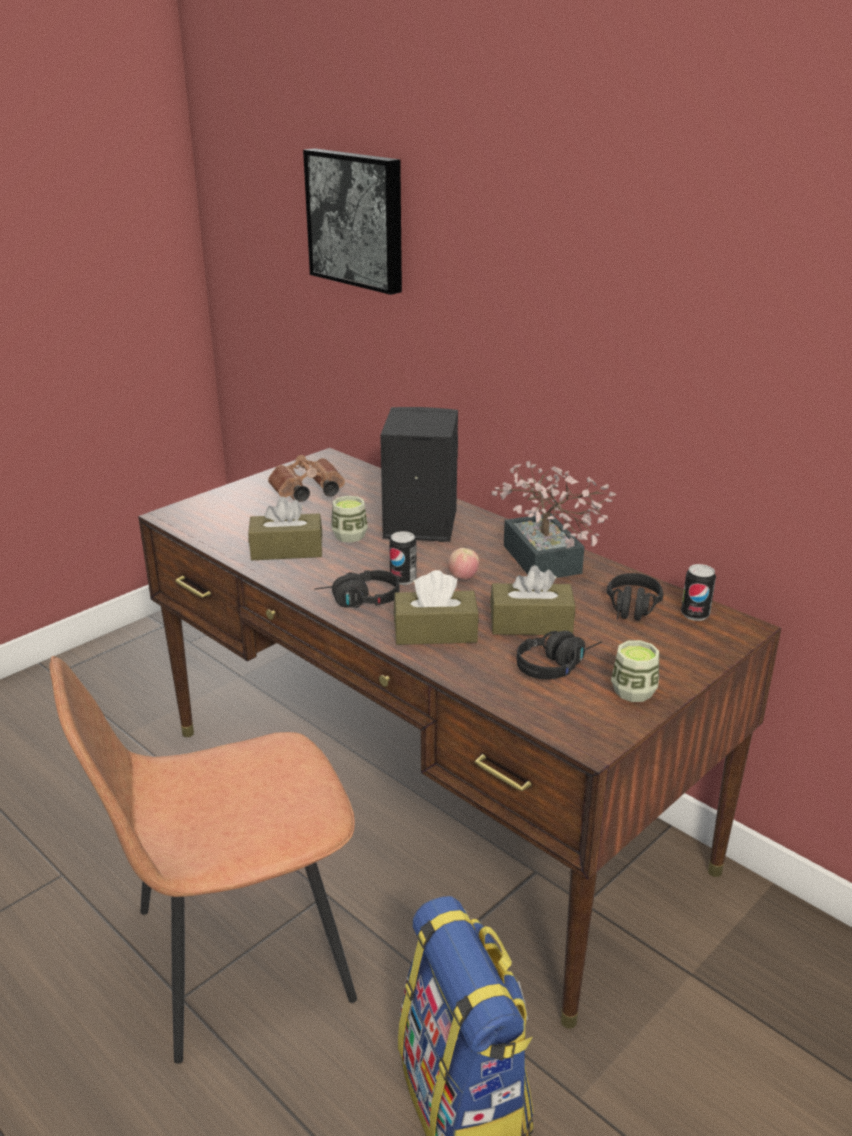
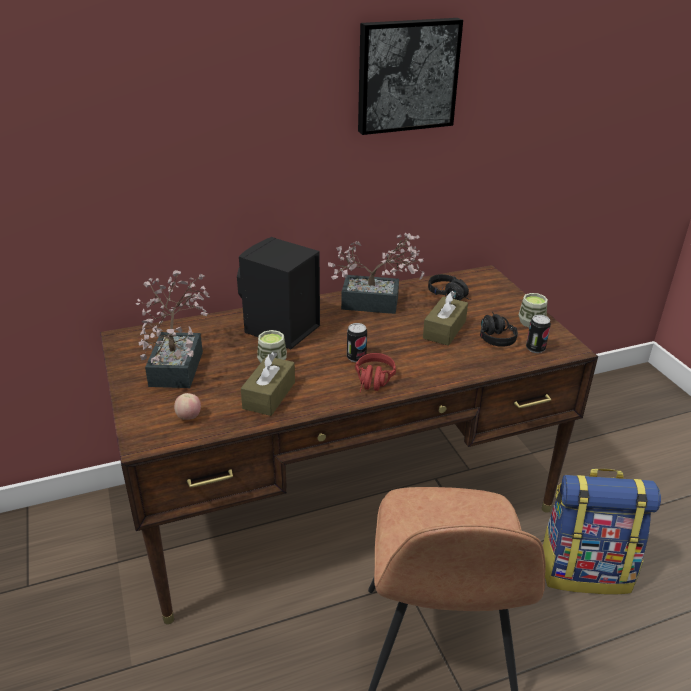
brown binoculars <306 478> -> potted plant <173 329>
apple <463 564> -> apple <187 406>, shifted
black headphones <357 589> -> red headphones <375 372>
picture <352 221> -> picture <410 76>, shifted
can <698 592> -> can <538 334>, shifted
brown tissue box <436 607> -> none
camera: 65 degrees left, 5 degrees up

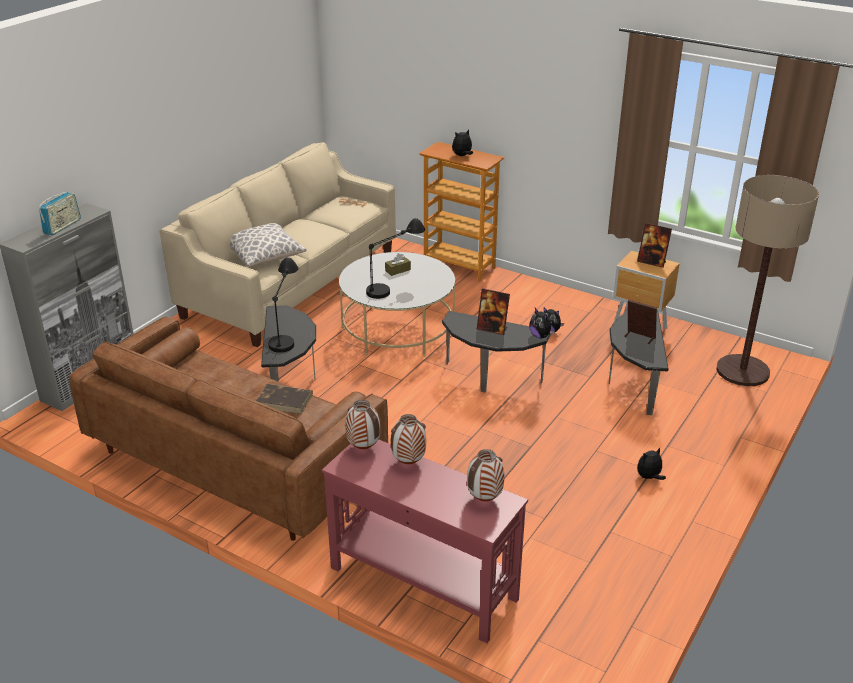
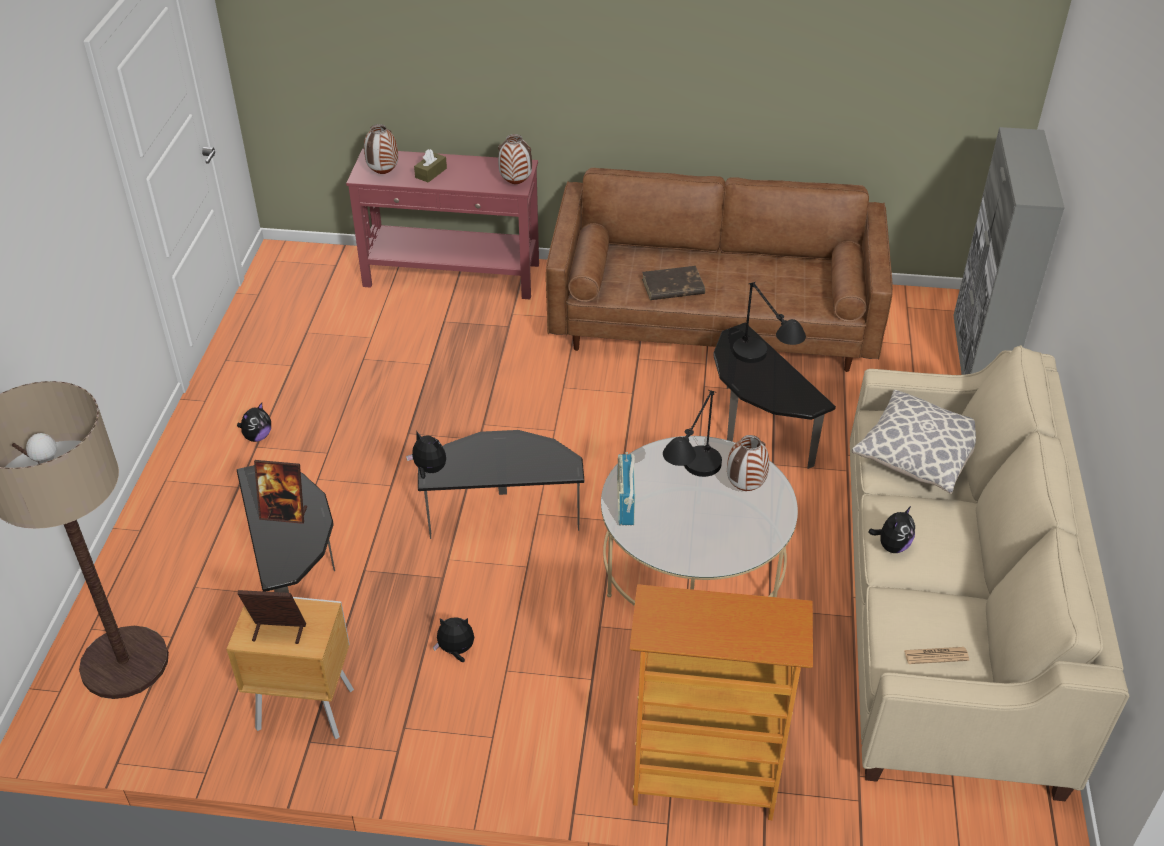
brown tissue box <398 264> -> brown tissue box <430 166>, shifted
radio <60 213> -> radio <626 488>, shifted
vase <408 439> -> vase <748 463>, shifted
plush toy <462 143> -> plush toy <891 529>, shifted
picture frame <493 311> -> none
camera: 155 degrees right, 10 degrees up

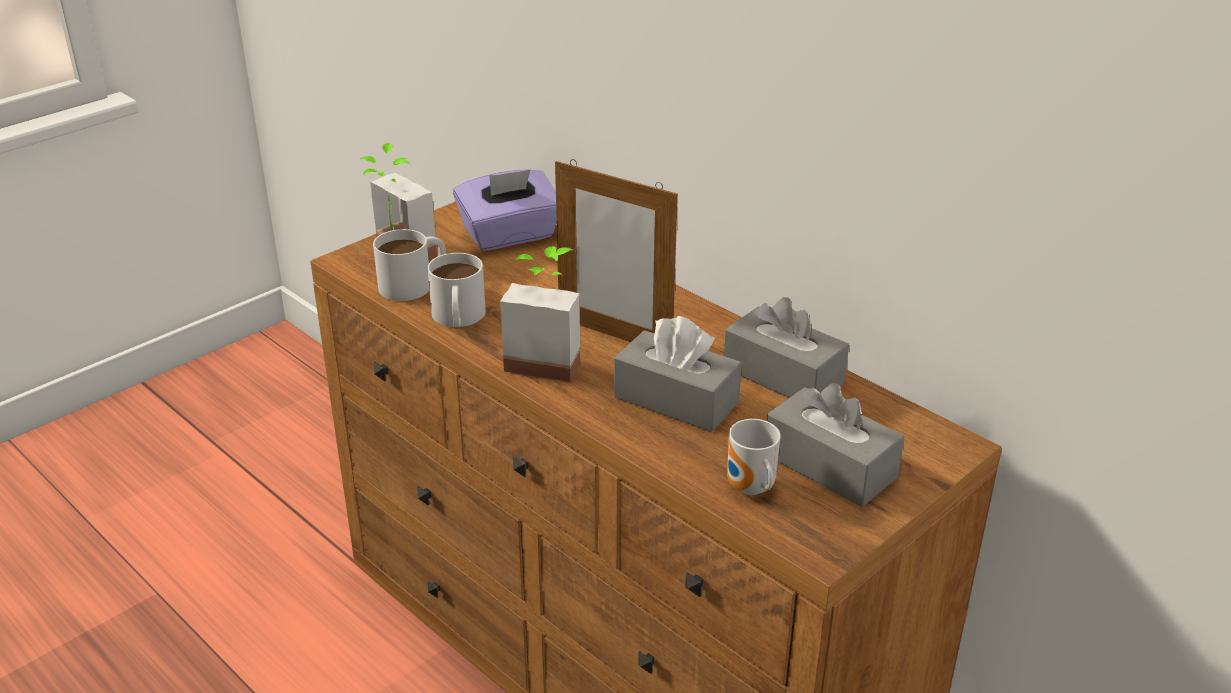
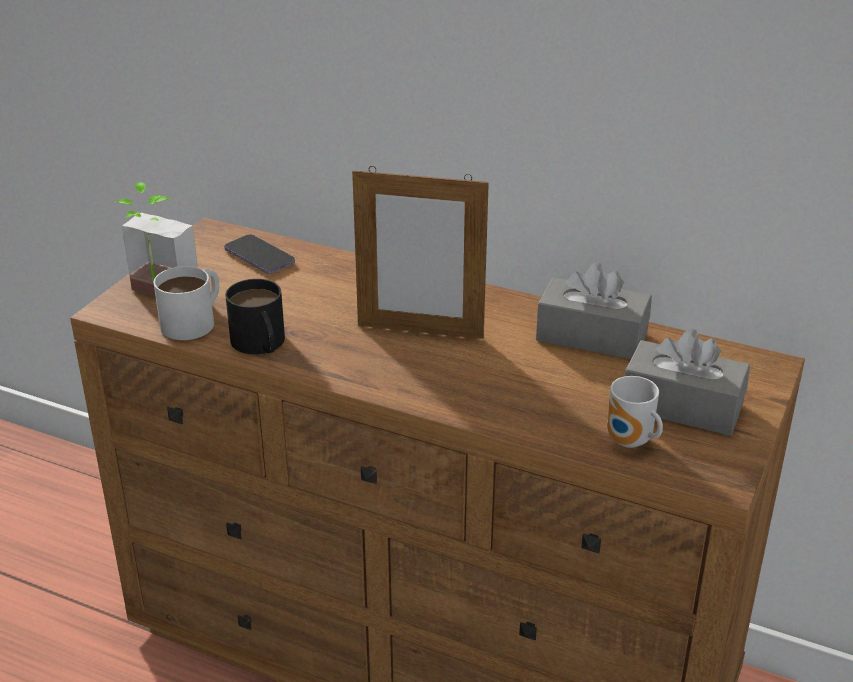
purple tissue box <505 210> -> phone <259 254>
white mug <457 290> -> black mug <255 316>
potted plant <540 314> -> none
grey tissue box <678 374> -> none
camera: 20 degrees left, 0 degrees up

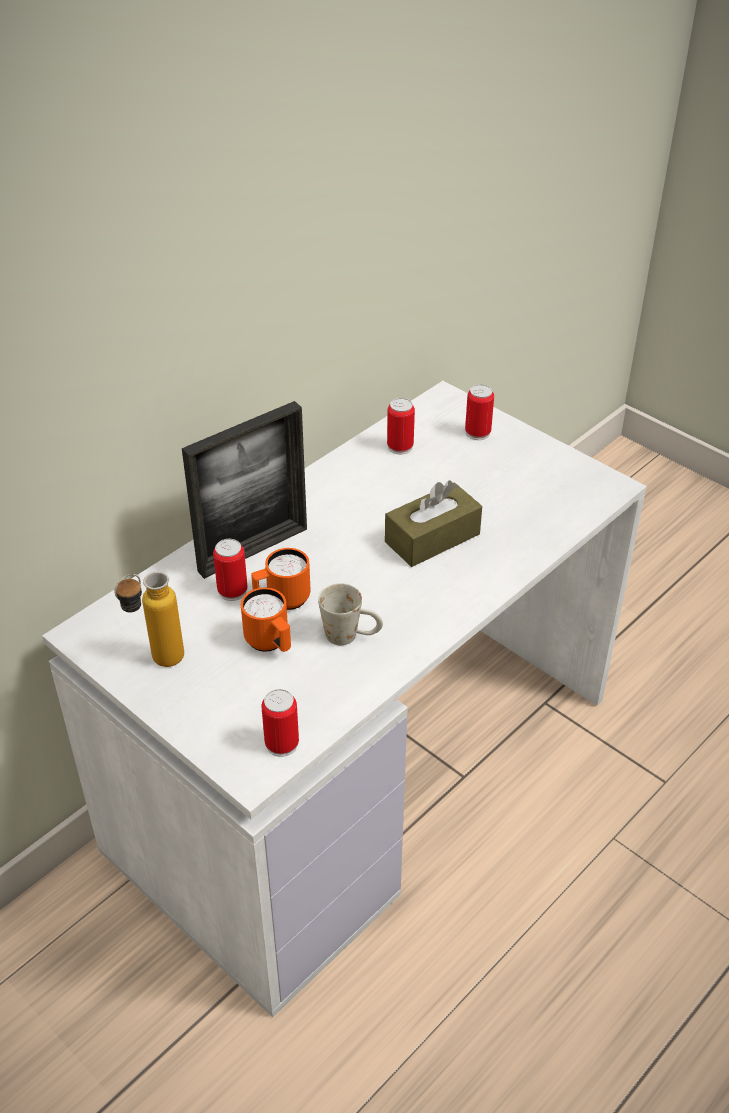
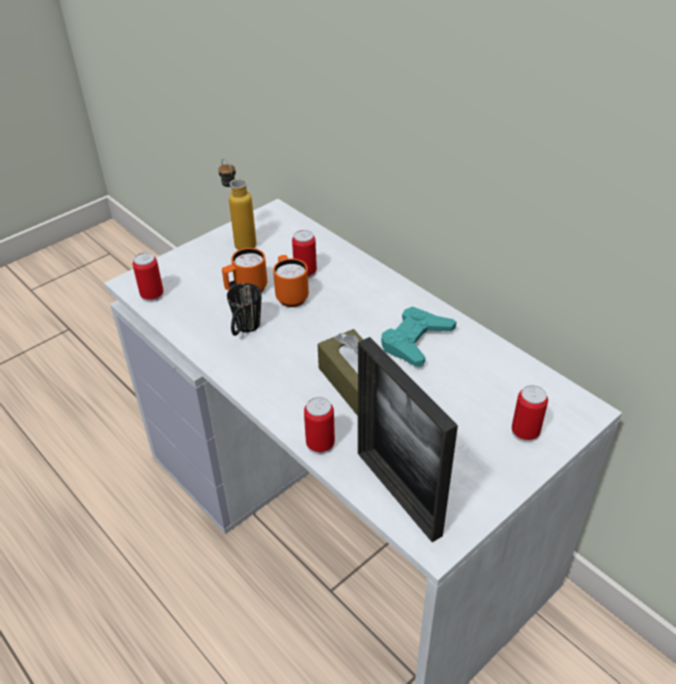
white mug <350 614> -> black mug <244 309>
can <401 426> -> can <319 426>, shifted
picture frame <244 490> -> picture frame <408 439>, shifted
none -> turquoise game controller <418 336>
camera: 95 degrees right, 0 degrees up

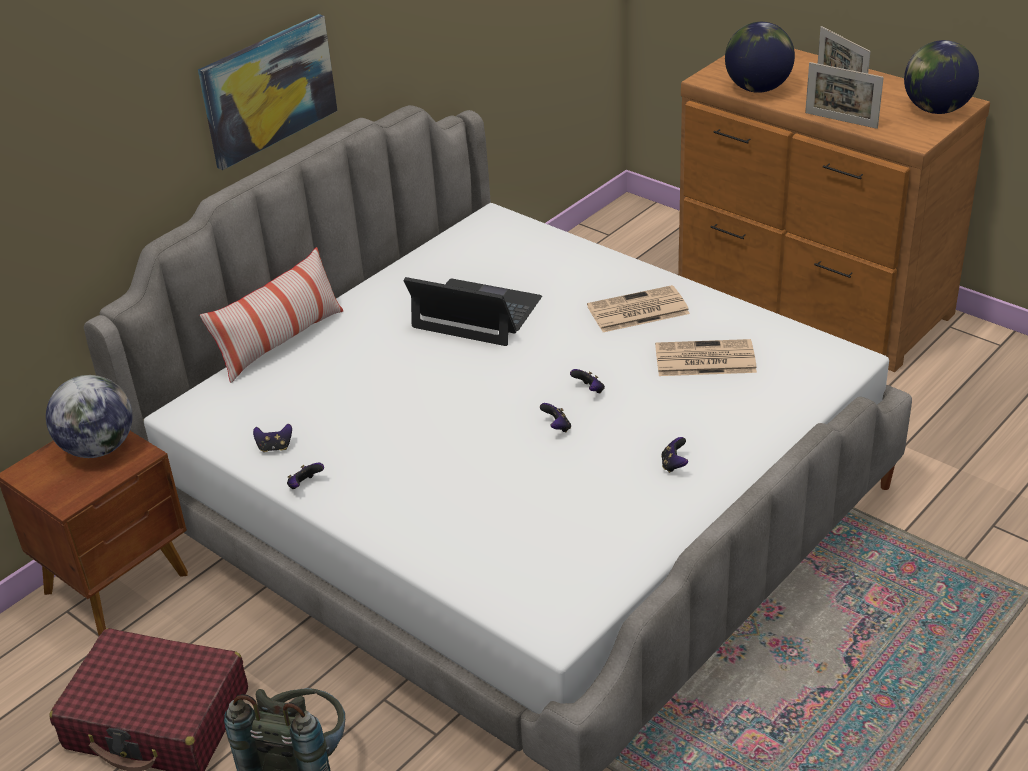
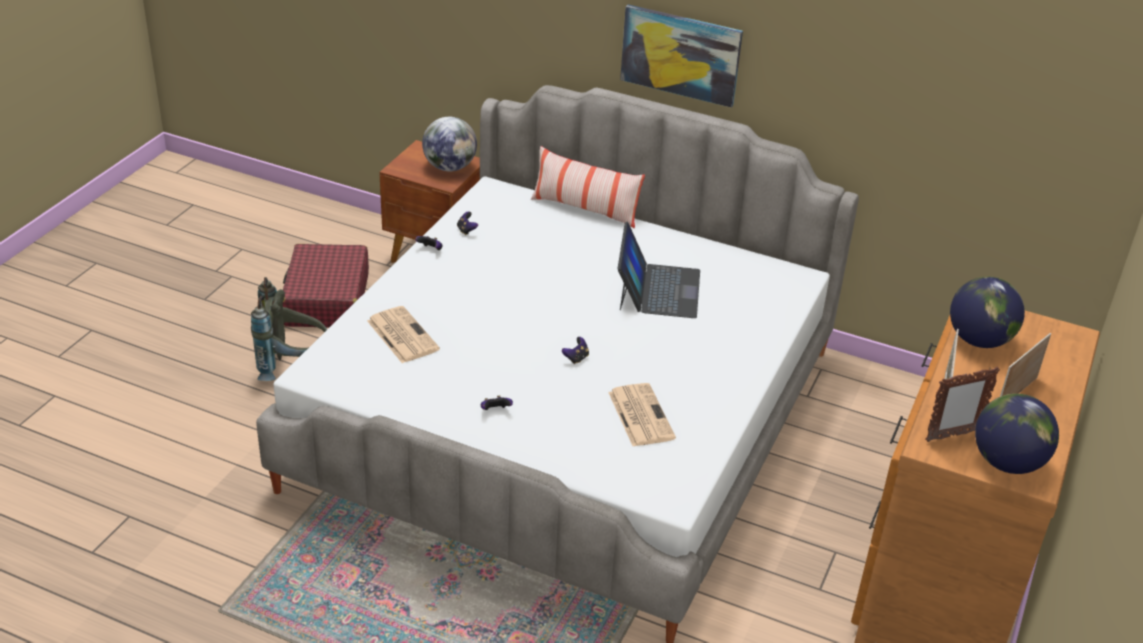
newspaper <638 308> -> newspaper <403 334>, shifted
none -> picture frame <963 404>
game controller <555 417> -> none
camera: 70 degrees right, 0 degrees up

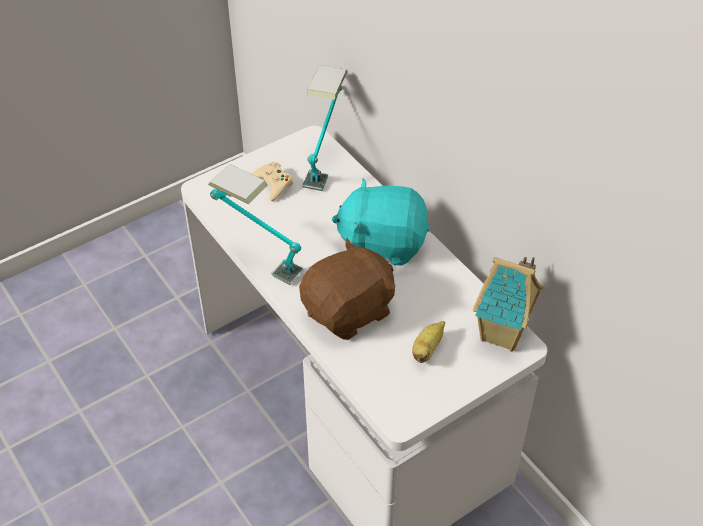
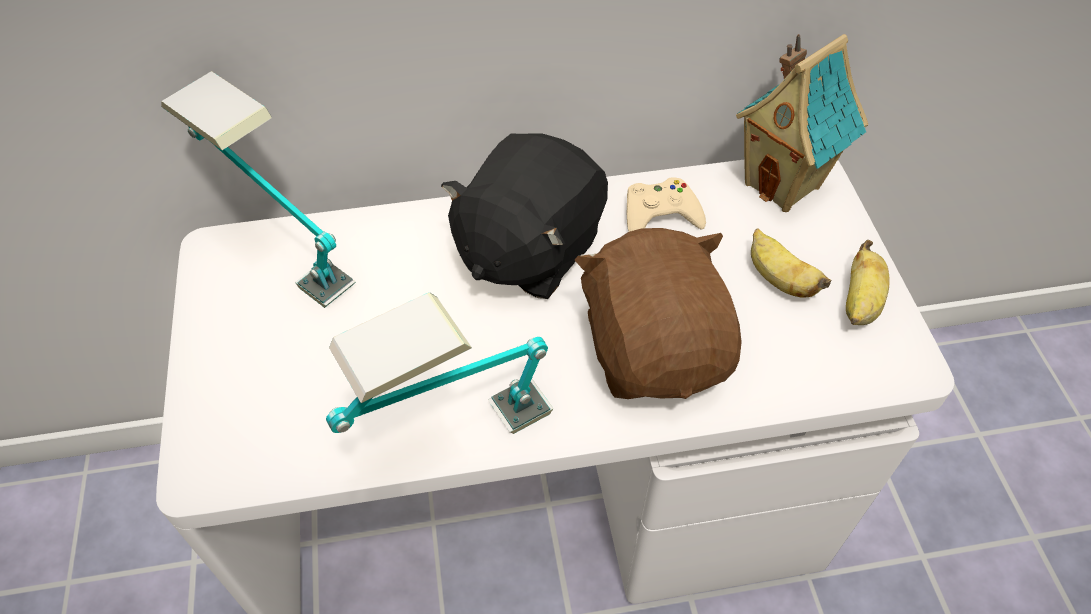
turquoise plush toy <381 222> -> black plush toy <524 216>
beige game controller <272 181> -> beige game controller <666 204>, shifted
none -> banana <868 282>
camera: 65 degrees left, 5 degrees up

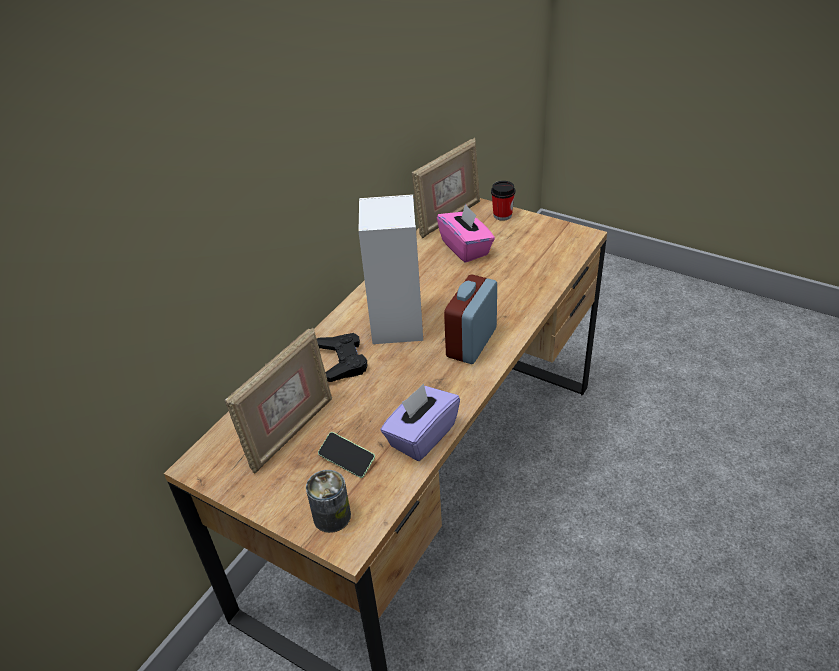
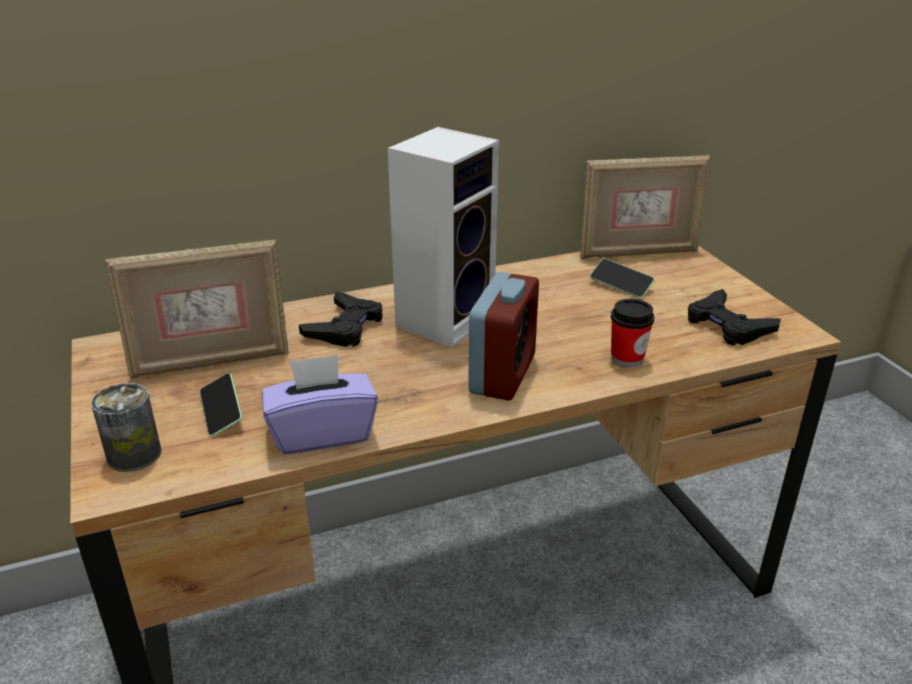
alarm clock <470 319> -> alarm clock <504 336>, 135 degrees clockwise
pink tissue box <466 233> -> phone <622 278>
cup <503 201> -> cup <633 333>, shifted
none -> black game controller <734 317>
camera: 35 degrees right, 10 degrees down

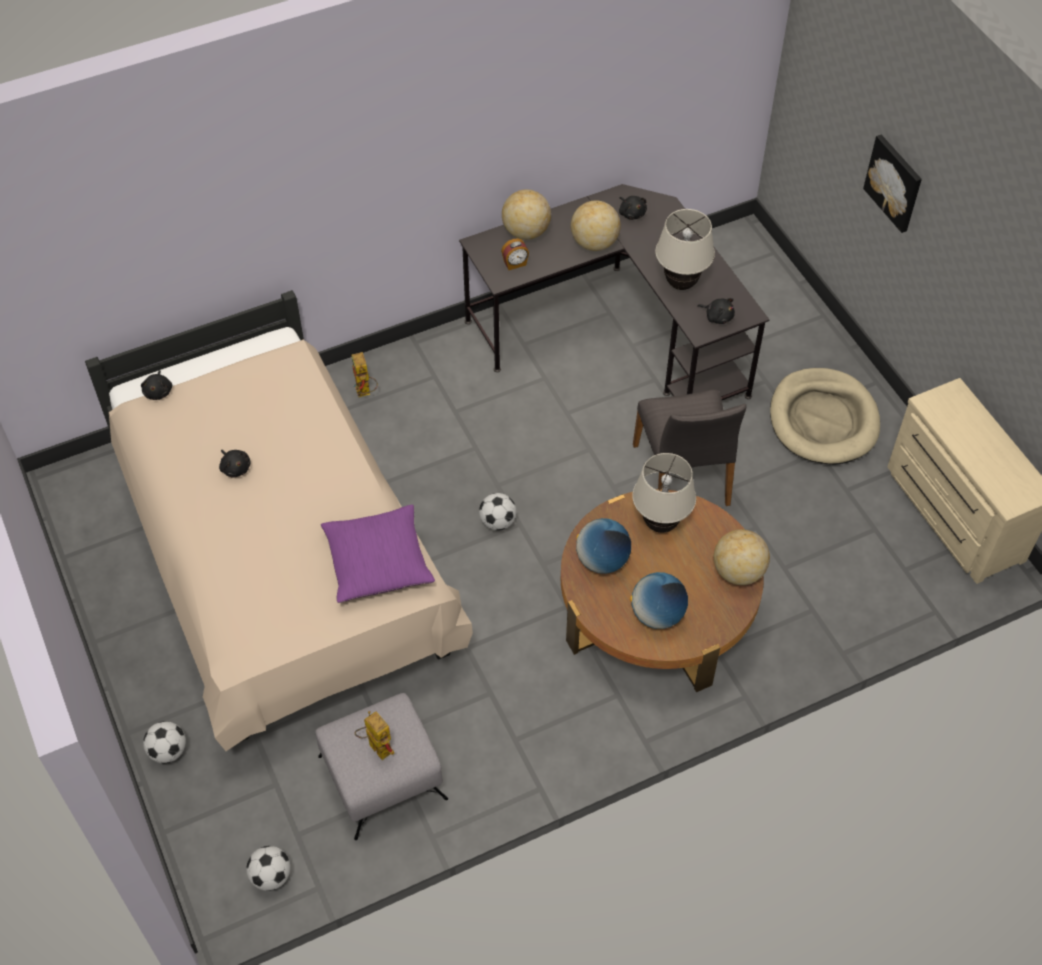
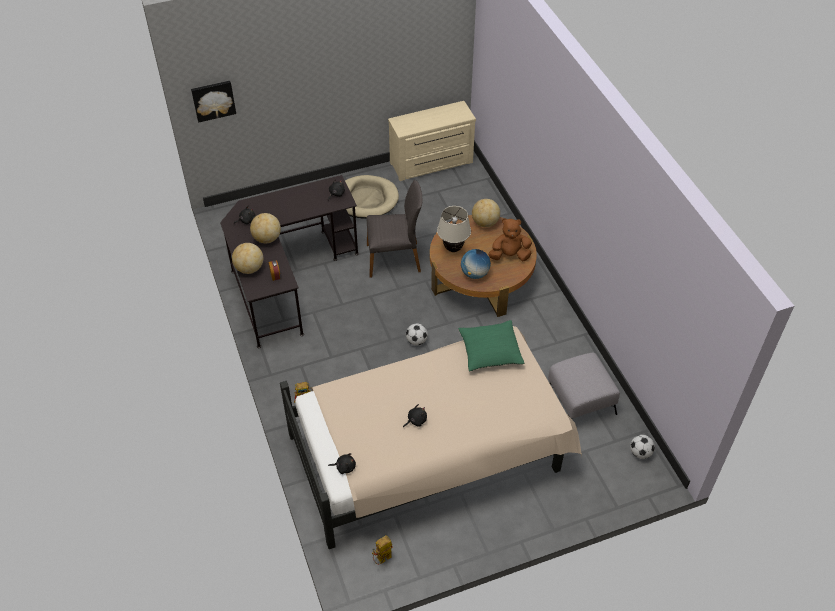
picture <892 184> -> picture <213 102>, shifted
toy robot <374 735> -> toy robot <382 550>, shifted
purple pillow <378 554> -> green pillow <491 345>
globe <659 600> -> brown plush toy <510 239>
football <164 742> -> none
beige table lamp <685 249> -> none
camera: 85 degrees left, 5 degrees down

